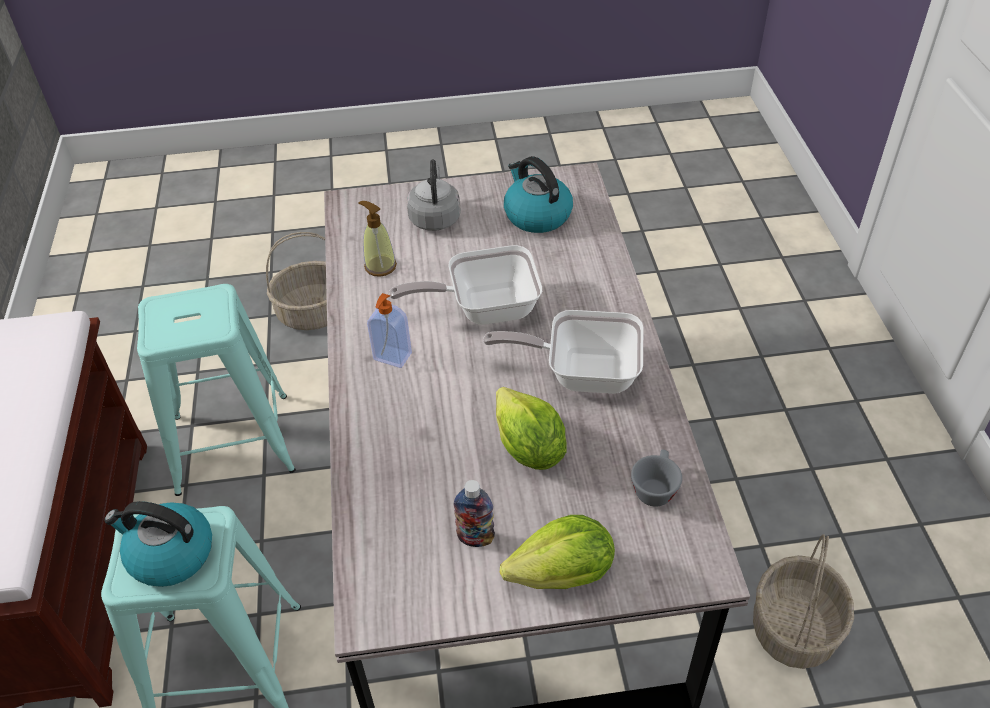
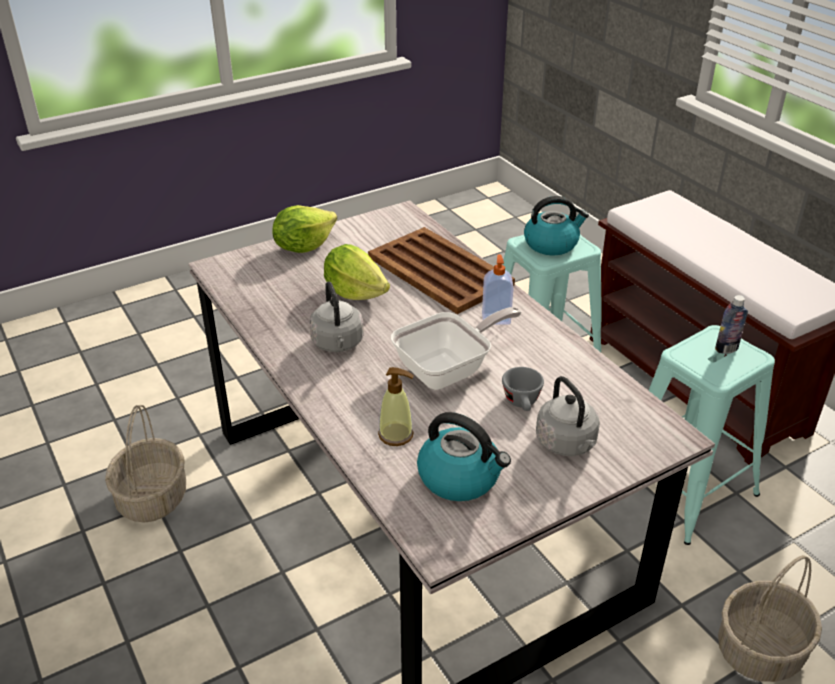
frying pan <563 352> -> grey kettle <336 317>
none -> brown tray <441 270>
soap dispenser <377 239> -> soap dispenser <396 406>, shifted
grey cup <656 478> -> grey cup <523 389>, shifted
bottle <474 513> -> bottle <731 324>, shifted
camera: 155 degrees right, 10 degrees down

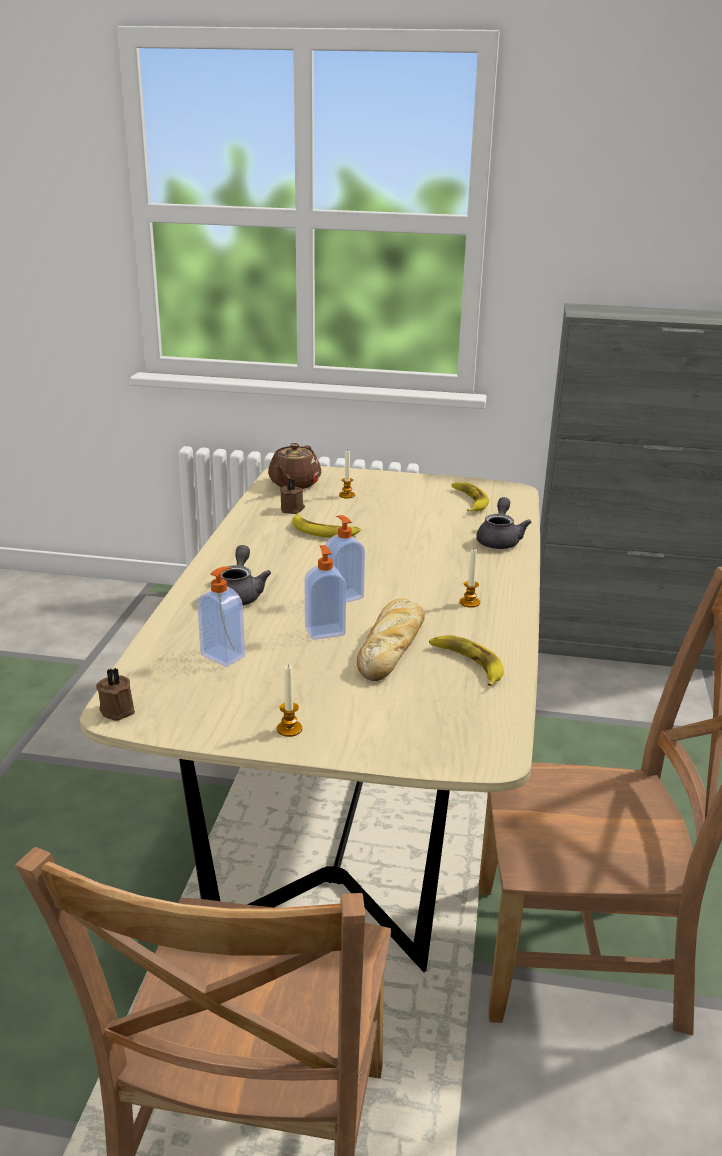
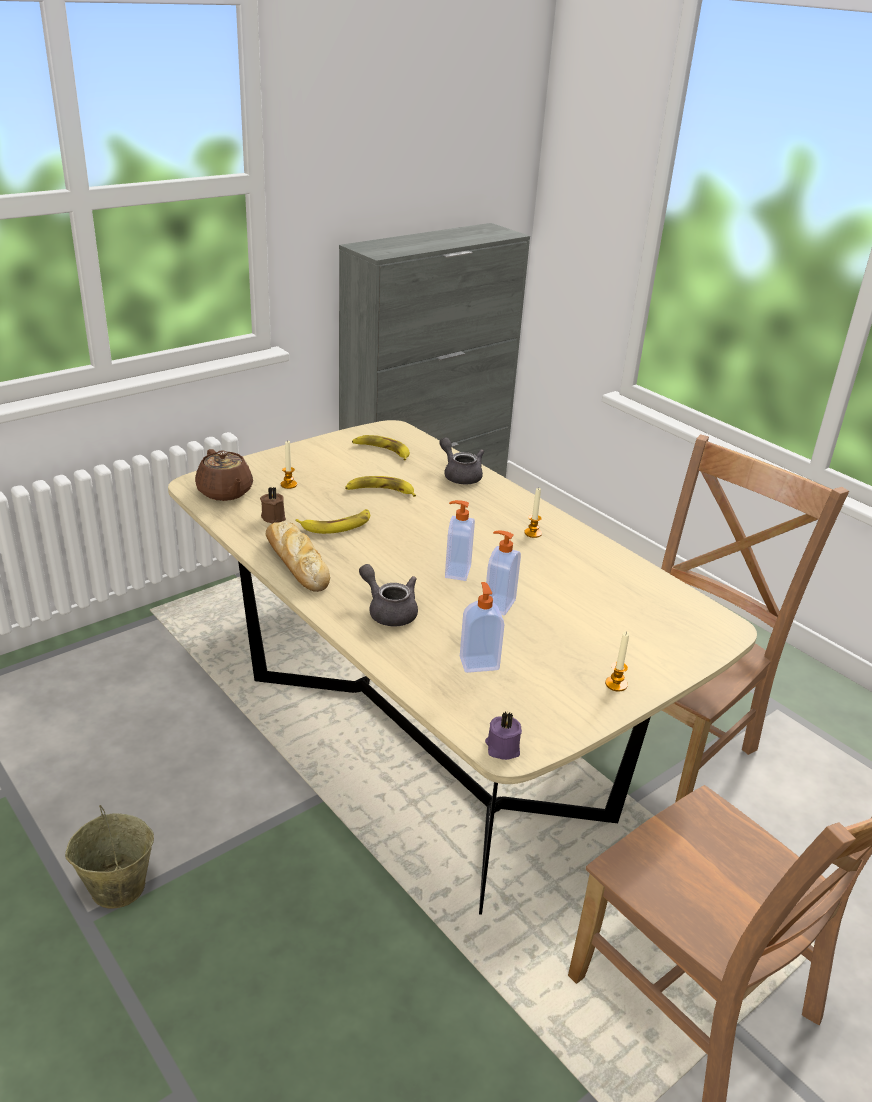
none -> beige bucket <109 856>
bread <391 639> -> bread <298 557>, shifted
banana <466 660> -> banana <380 486>, shifted
brown candle <115 694> -> purple candle <503 736>
camera: 50 degrees left, 5 degrees up

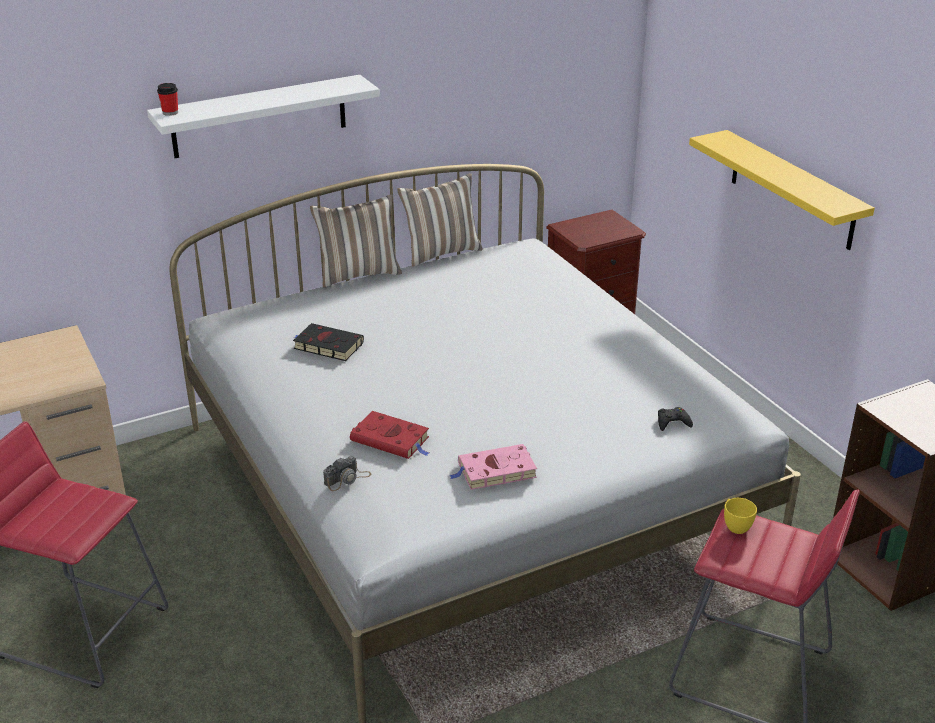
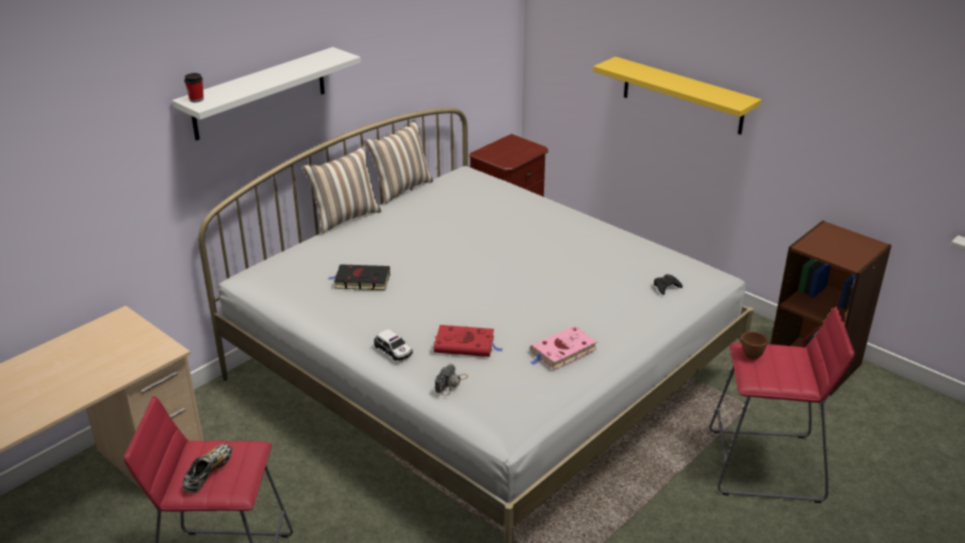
none -> shoe <207 468>
none -> toy car <393 345>
yellow cup <740 516> -> brown cup <753 345>
camera: 20 degrees left, 0 degrees up

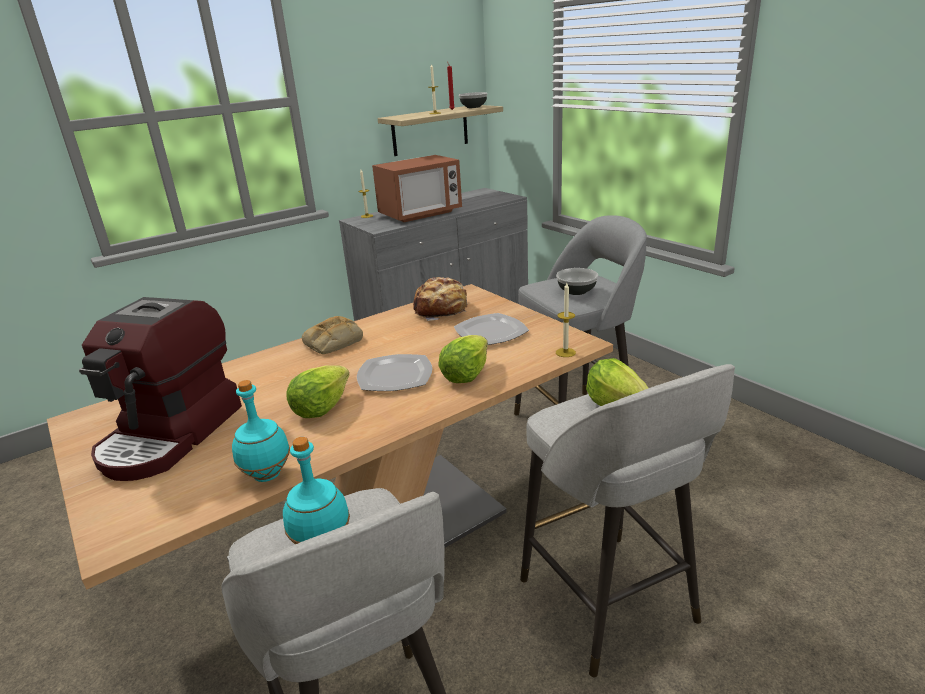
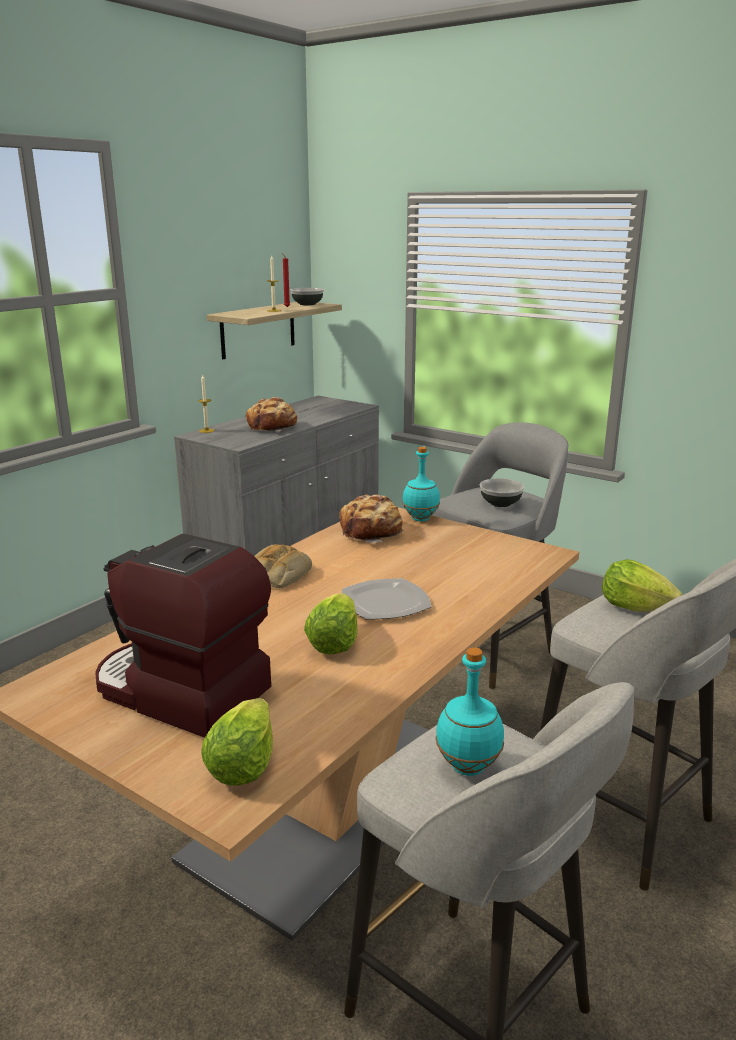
coffee machine <160 389> -> coffee machine <183 636>, 120 degrees clockwise
lettuce <463 359> -> lettuce <237 742>, shifted
microwave <417 188> -> bread <271 414>
turquoise bottle <261 431> -> turquoise bottle <421 484>, shifted
plate <491 329> -> none
candle <566 320> -> none
camera: 20 degrees left, 5 degrees down

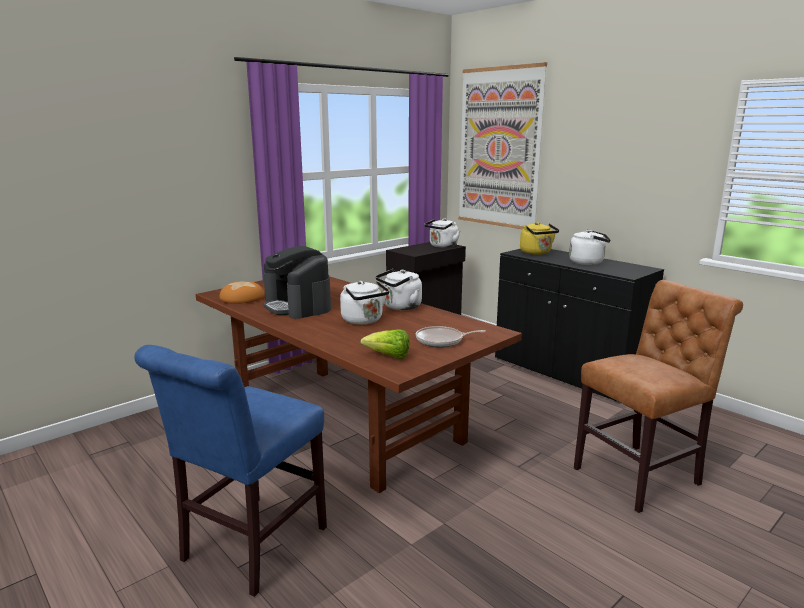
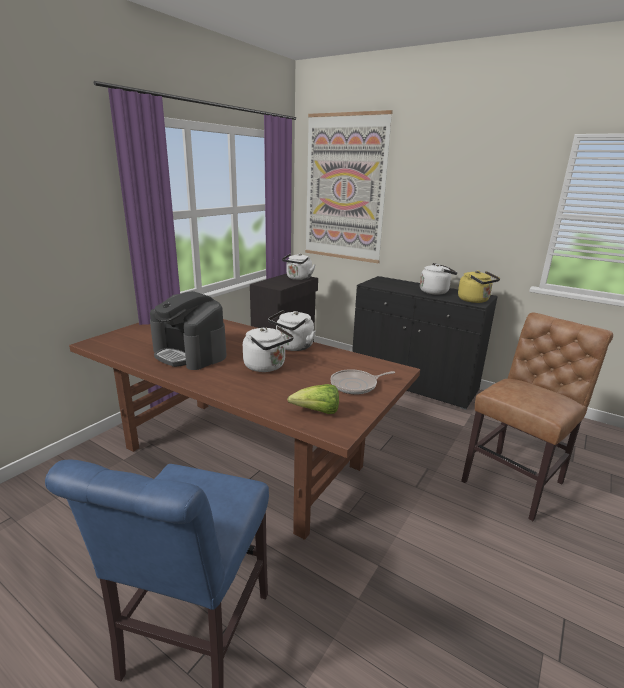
yellow kettle <539 238> -> yellow kettle <479 286>, shifted
bread <242 292> -> none
camera: 15 degrees left, 5 degrees up

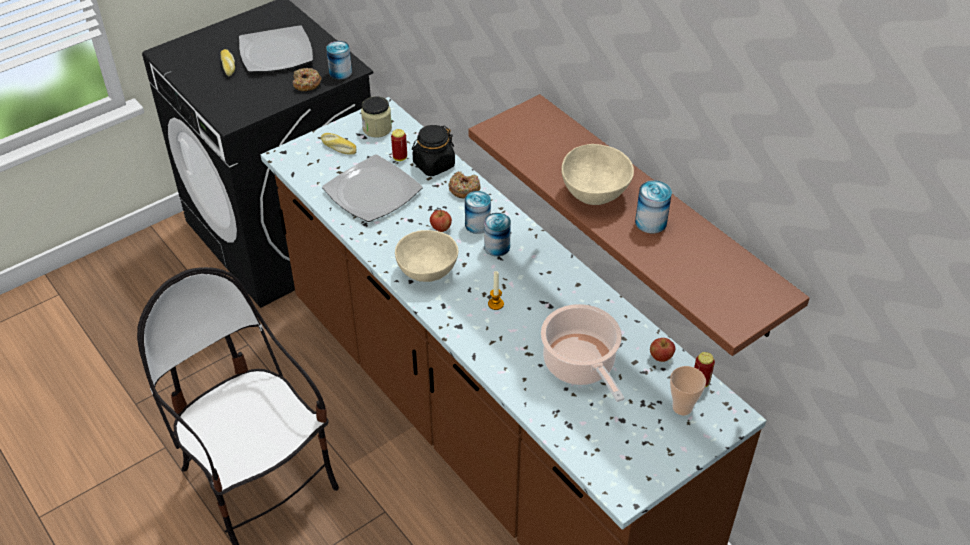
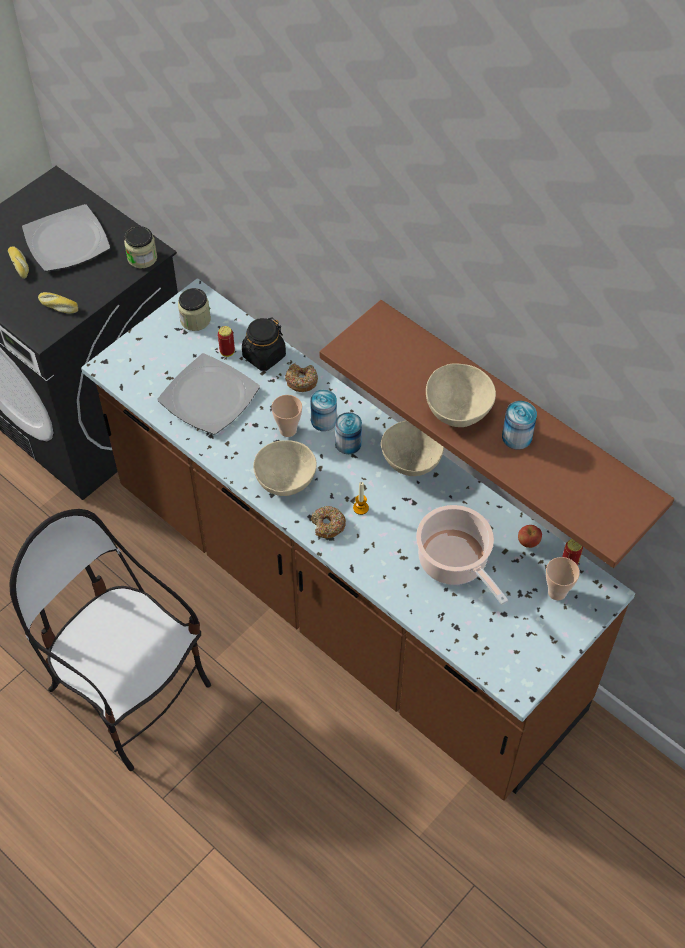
bread <338 144> -> bread <58 302>, shifted
can <339 60> -> jar <140 247>
apple <441 221> -> cup <286 416>
donut <307 79> -> donut <328 522>, shifted
none -> beige bowl <412 448>
camera: 10 degrees left, 10 degrees up

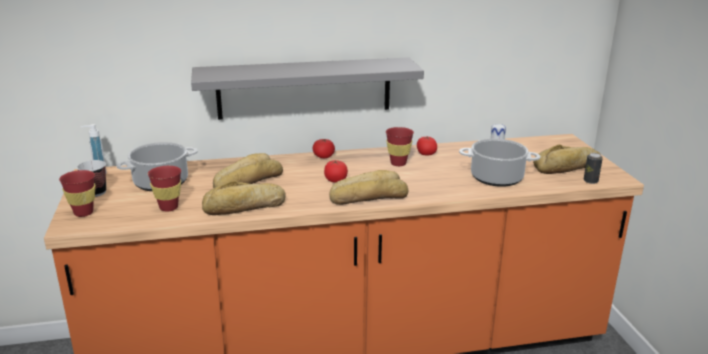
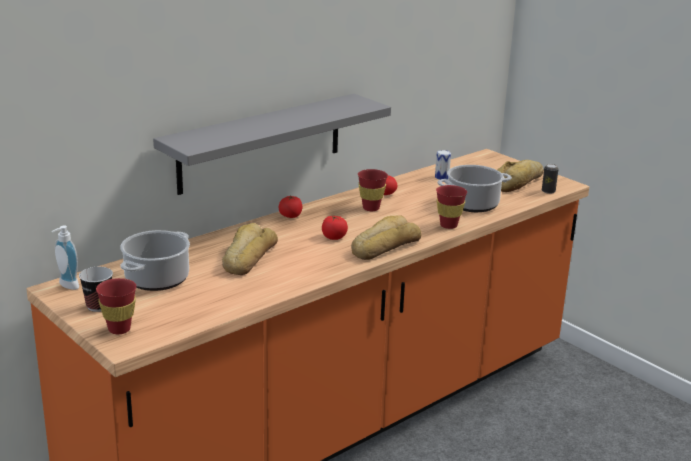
red cup <164 188> -> red cup <451 207>, shifted
bread <243 197> -> none
camera: 30 degrees left, 0 degrees up

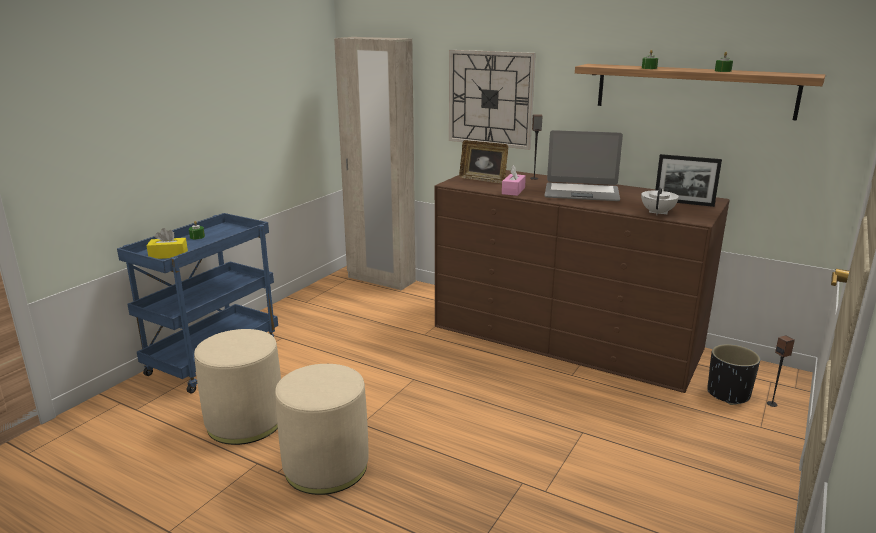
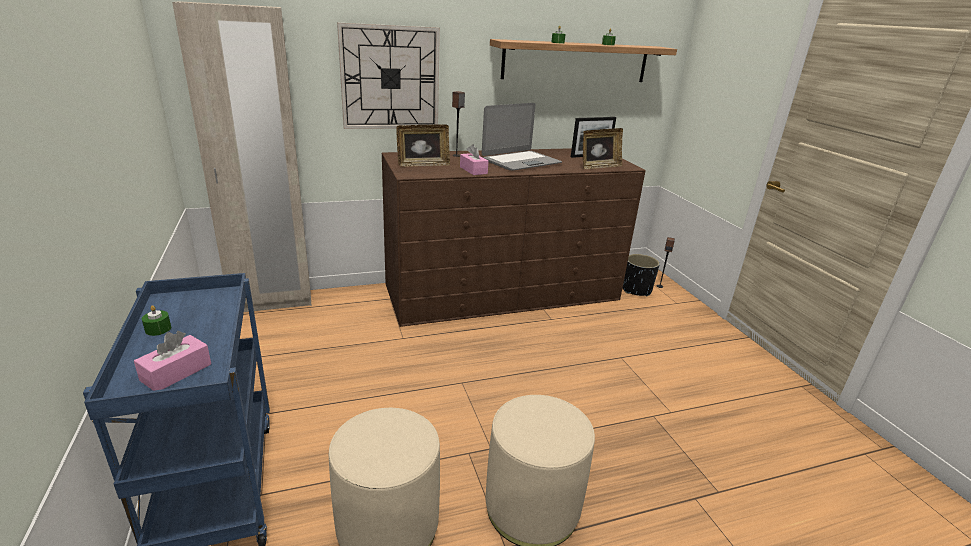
yellow tissue box <167 243> -> pink tissue box <172 361>
white teapot <660 201> -> picture frame <603 148>
camera: 50 degrees left, 5 degrees up

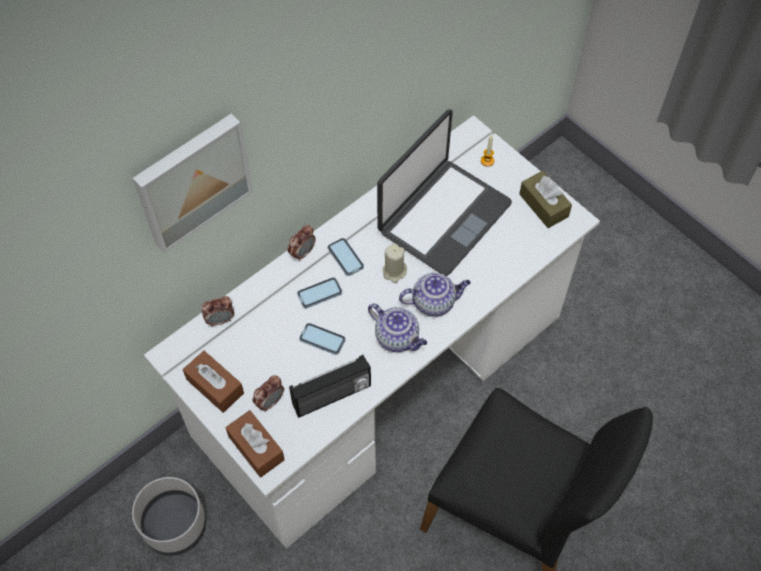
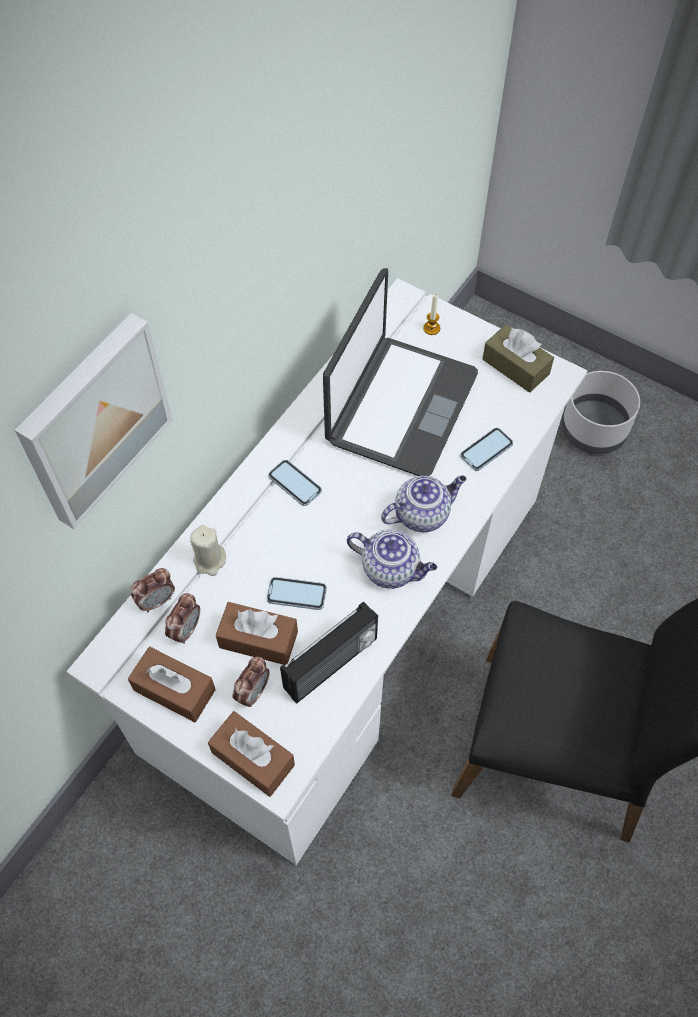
alarm clock <302 243> -> alarm clock <182 618>, shifted
beige candle <394 263> -> beige candle <208 550>, shifted
none -> brown tissue box <257 633>
phone <319 292> -> phone <486 449>, shifted
grey planter <169 516> -> grey planter <601 412>, shifted
camera: 15 degrees left, 0 degrees up

